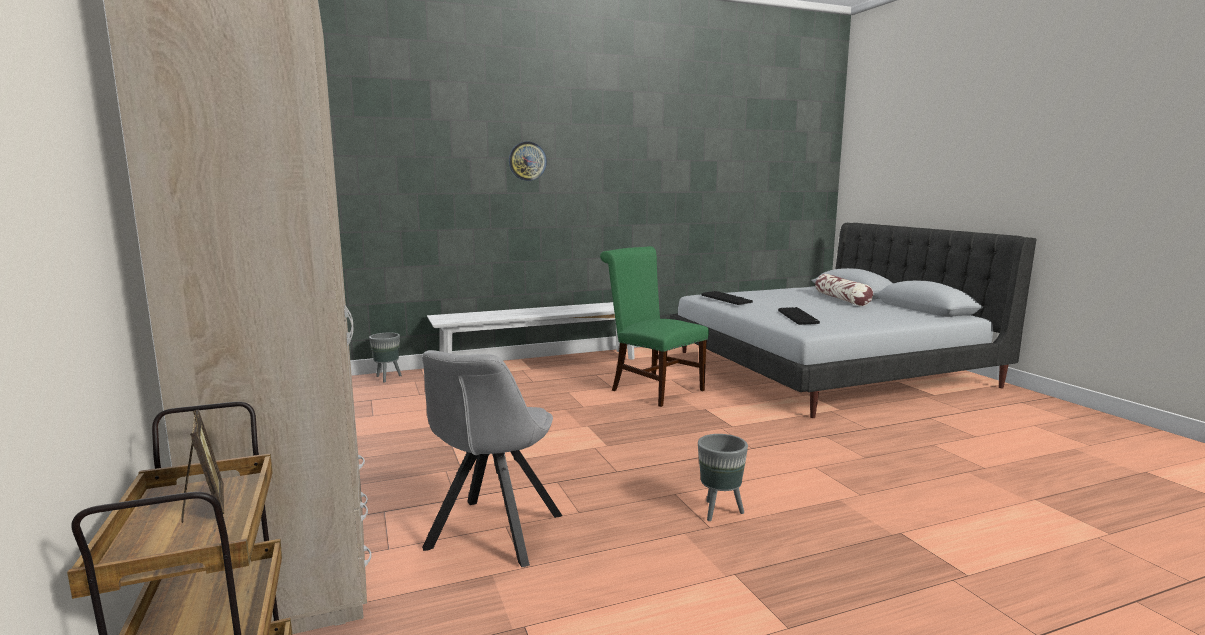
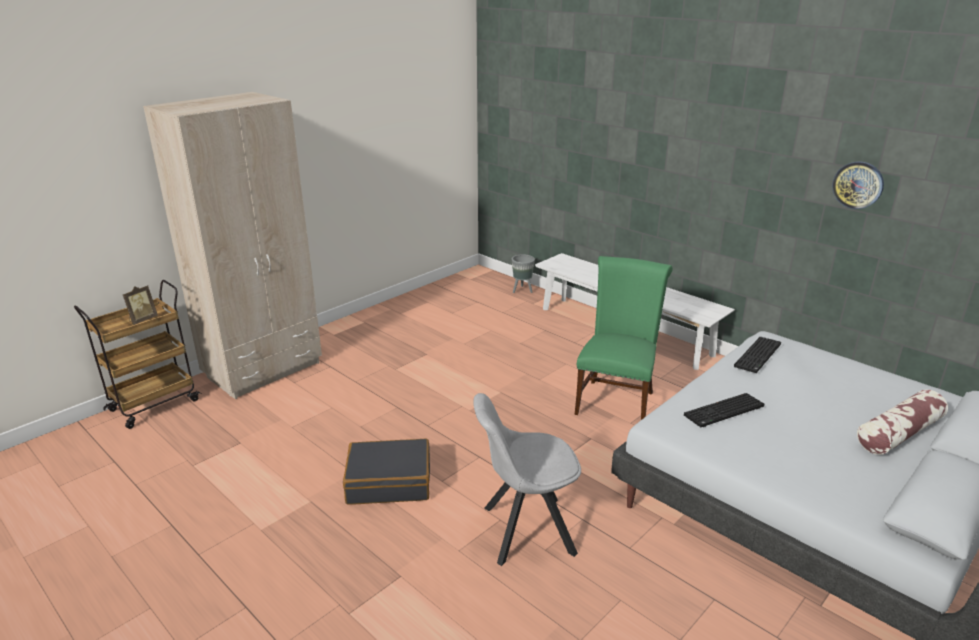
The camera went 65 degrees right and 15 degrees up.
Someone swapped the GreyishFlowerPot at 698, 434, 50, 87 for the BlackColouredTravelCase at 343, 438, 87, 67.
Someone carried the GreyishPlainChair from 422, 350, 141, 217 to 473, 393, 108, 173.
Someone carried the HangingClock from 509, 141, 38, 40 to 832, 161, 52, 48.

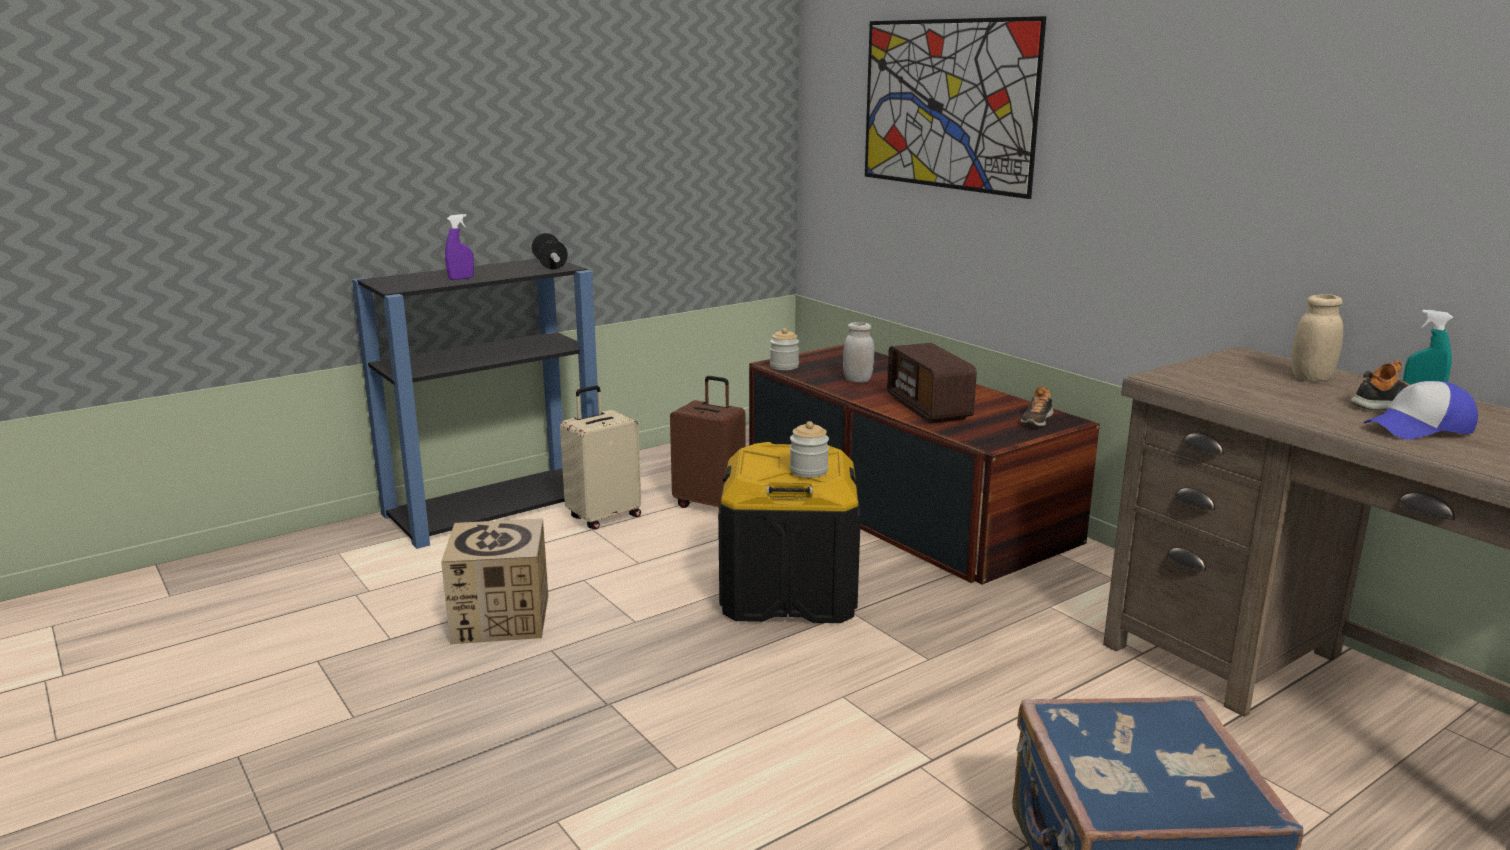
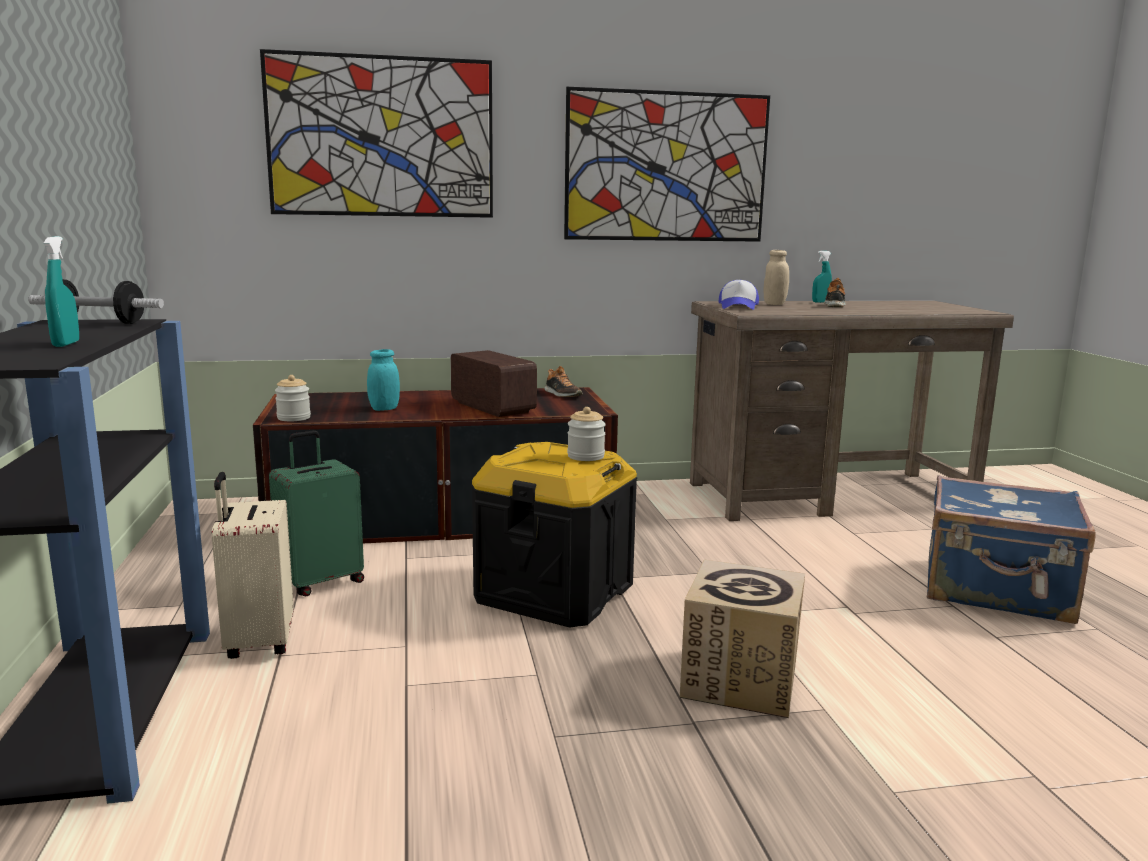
The camera went 65 degrees left and 5 degrees down.
Someone repainted the PurpleHandSprayer at 445, 214, 29, 66, which became the TurquoiseHandSprayer at 44, 236, 35, 111.
Someone repainted the BrownColouredTravelCase at 670, 376, 76, 132, which became the GreenishTravelCase at 269, 430, 95, 167.
Someone repainted the WhiteColouredStorageJar at 843, 322, 31, 61, which became the TurquoiseStorageJar at 367, 349, 33, 62.
Someone rotated the RadioSet at 887, 343, 90, 80 by 135 degrees counterclockwise.
Someone put up the Picture at 564, 87, 206, 155.
Someone carried the CardboardBox from 441, 519, 107, 125 to 680, 560, 125, 158.
Someone carried the PeakedCap from 1363, 381, 115, 58 to 719, 280, 40, 30.

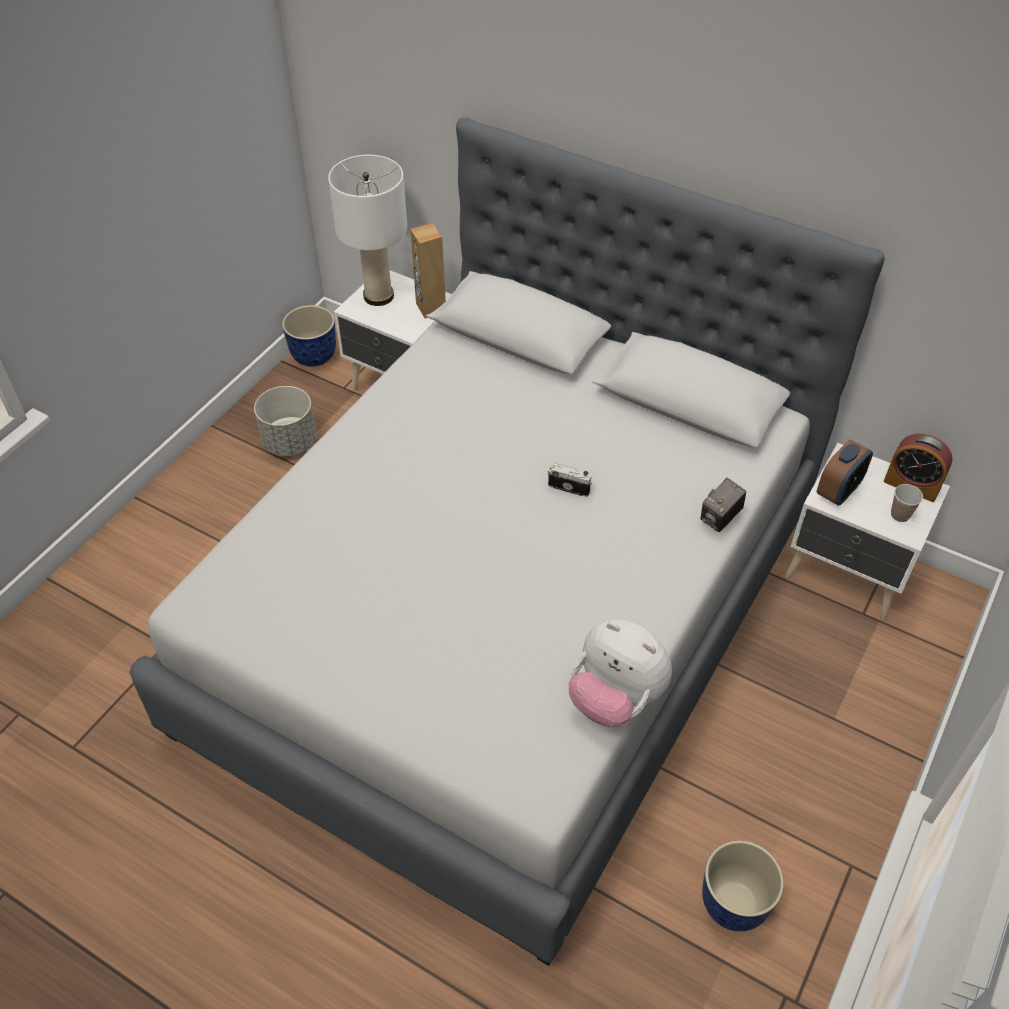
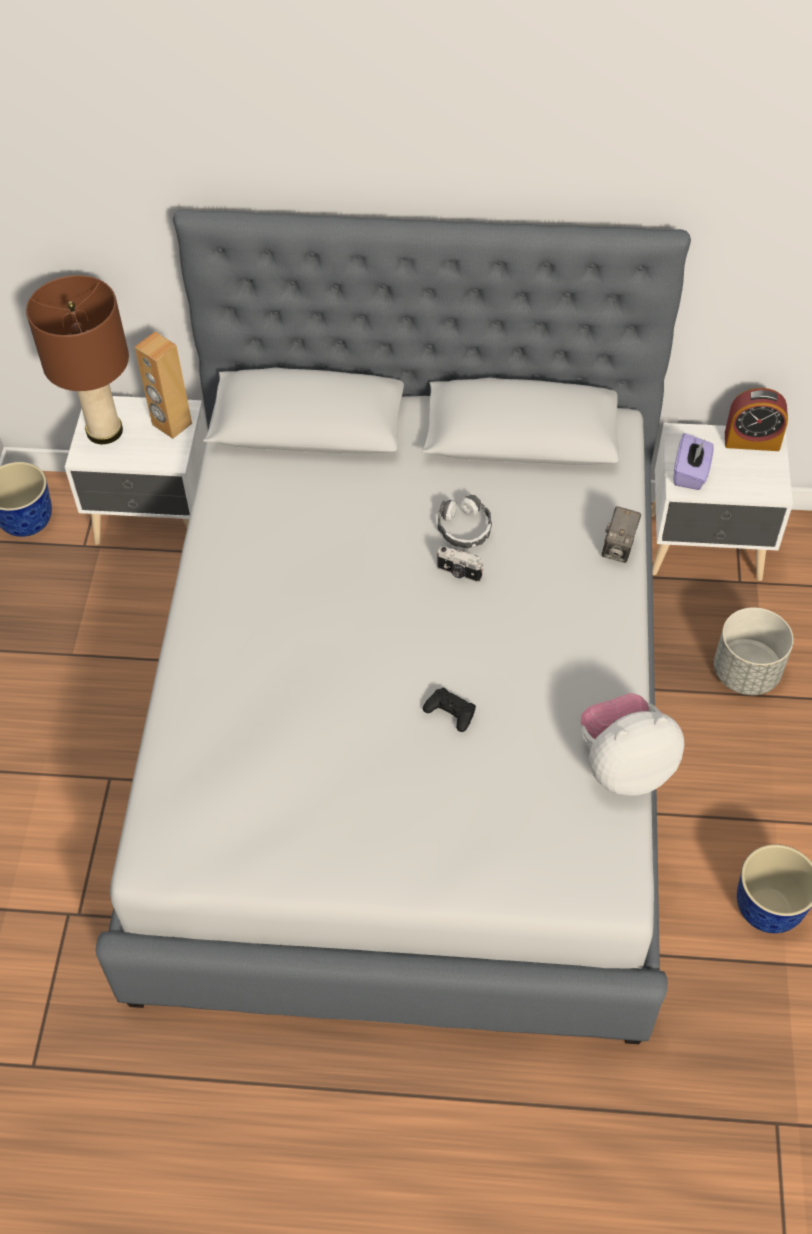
The camera went 25 degrees left and 5 degrees up.
Someone repainted the WhiteColouredTableLamp at 328, 155, 79, 151, which became the BrownColouredTableLamp at 26, 275, 103, 169.
Someone put down the BlackColouredJoypad at 423, 688, 53, 44.
Someone rotated the PhotoCamera at 548, 463, 44, 34 by 150 degrees counterclockwise.
Someone put down the PairOfHeadphones at 438, 495, 54, 54.
Someone rotated the SoftToy at 569, 619, 103, 108 by 150 degrees clockwise.
Someone swapped the AlarmClock at 817, 439, 56, 67 for the PurpleTissueHolder at 673, 433, 41, 57.
Someone carried the GreyishFlowerPot from 254, 386, 63, 70 to 714, 607, 80, 88.
Someone took away the SmallCup at 891, 484, 32, 38.

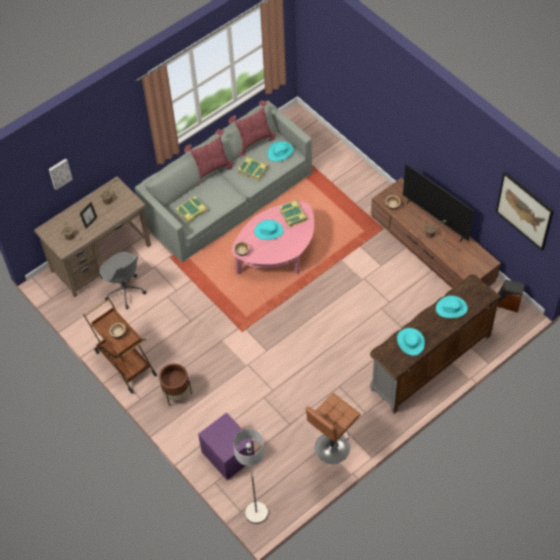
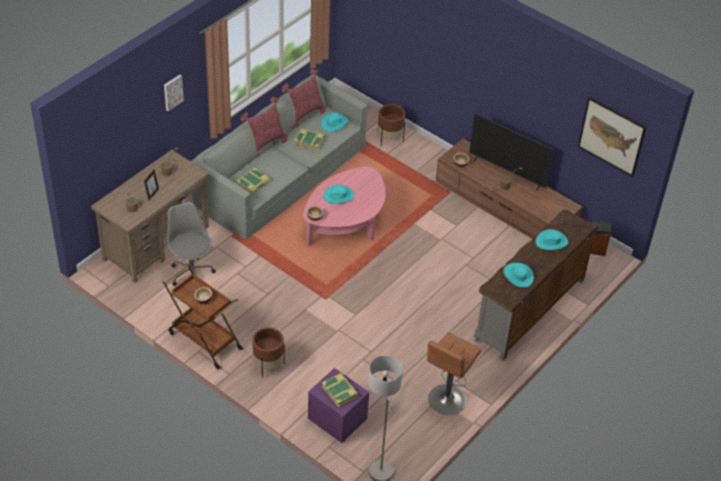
The camera went 15 degrees left and 10 degrees down.
Someone carried the Picture from 49, 158, 24, 32 to 164, 74, 20, 37.
Someone rotated the GreyishOfficeChair at 100, 252, 46, 57 by 150 degrees counterclockwise.
Someone carried the Volume from 279, 200, 29, 27 to 322, 373, 37, 34.
Someone put down the BrownColouredFlowerPot at 377, 104, 28, 42.

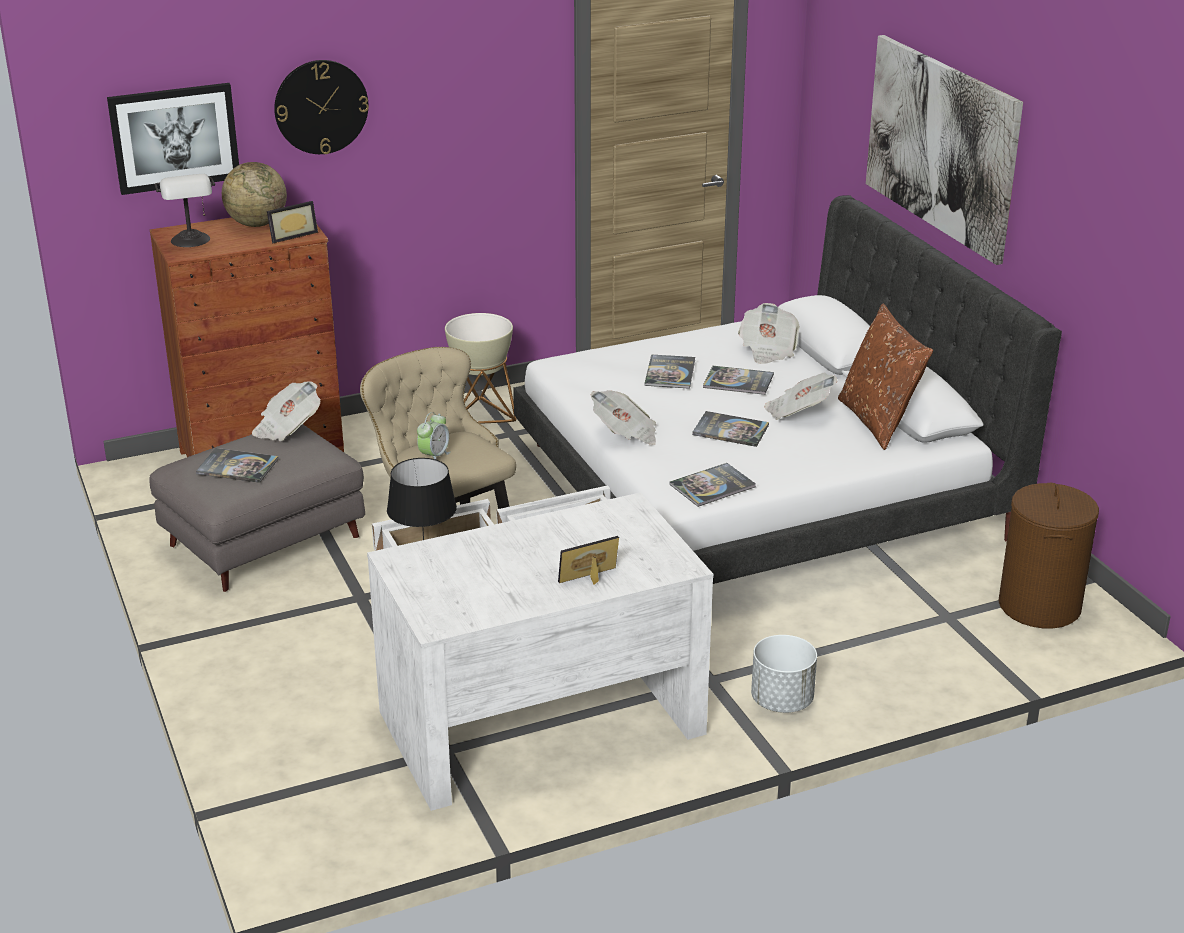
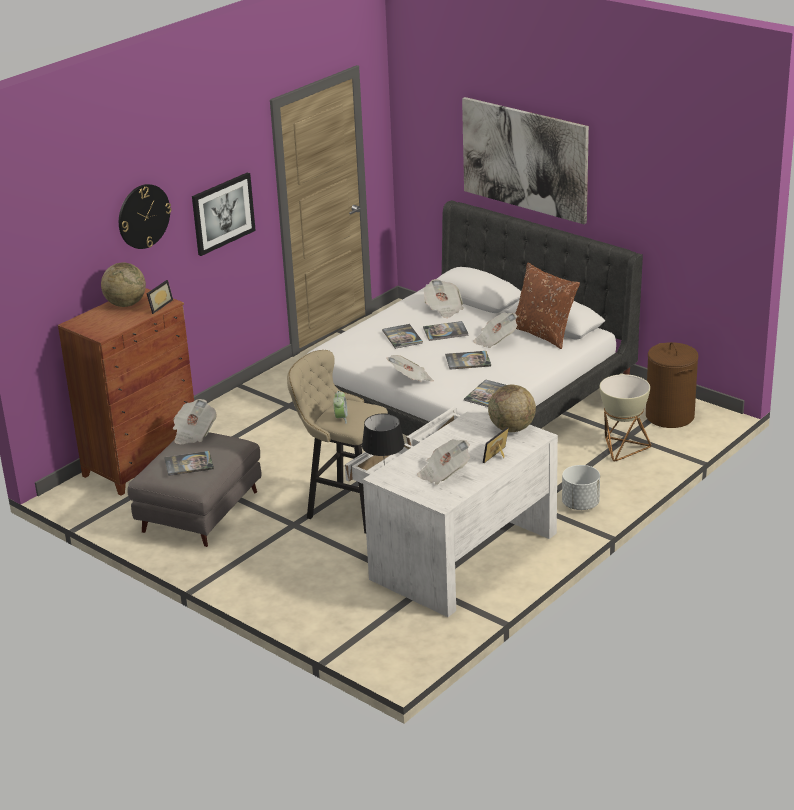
The camera went 25 degrees left and 0 degrees up.
Someone carried the Picture from 107, 83, 132, 112 to 192, 172, 64, 84.
Someone put down the DailyPaper at 417, 439, 53, 46.
Someone put down the DeskGlobe at 488, 385, 48, 47.
Someone carried the FlowerPot from 445, 313, 72, 111 to 600, 374, 51, 88.
Someone took away the TableLamp at 155, 174, 60, 73.

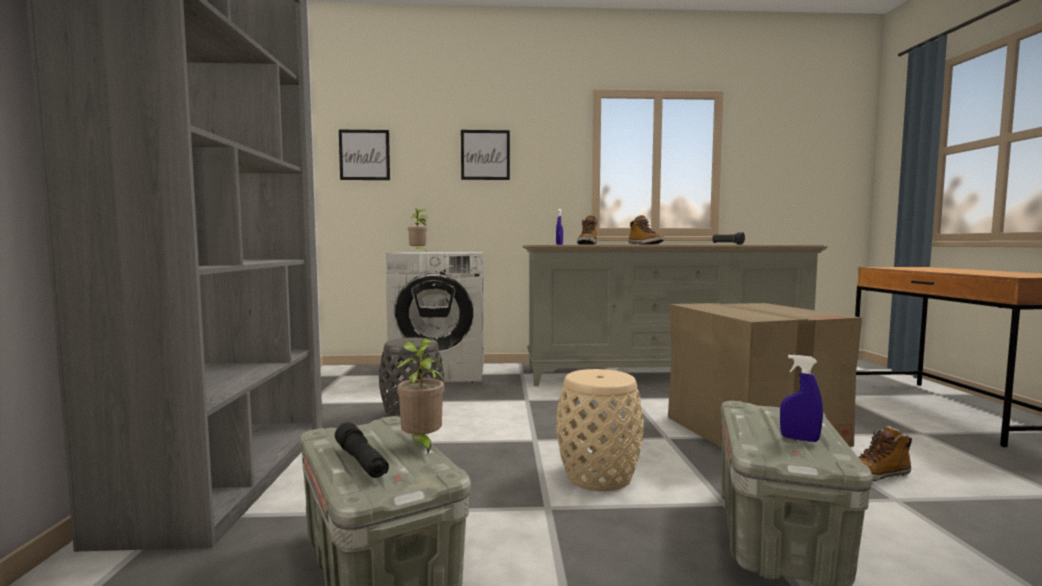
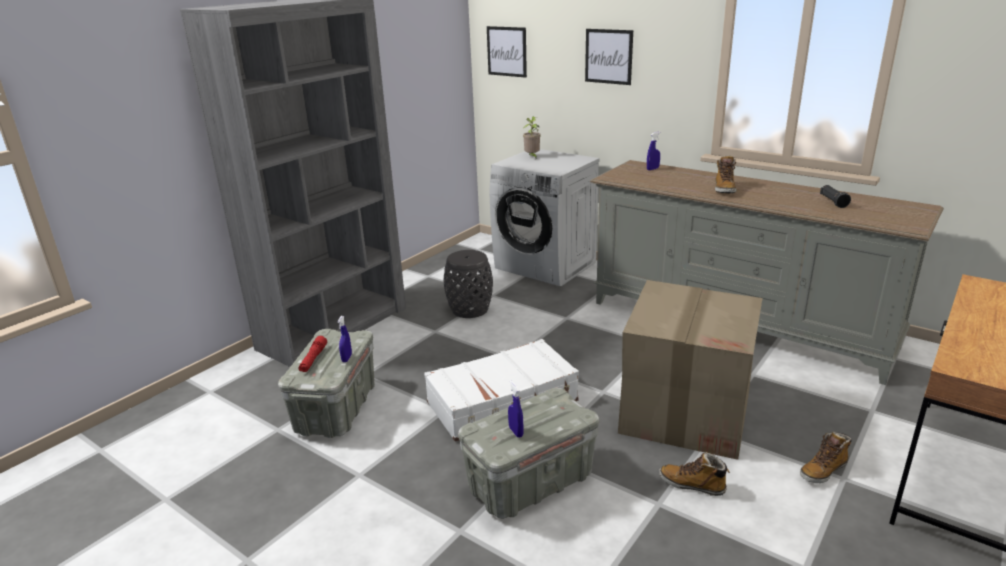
The camera went 40 degrees right and 20 degrees up.
Someone repainted the BlackColouredFlashlight at 335, 422, 54, 56, which became the RedColouredFlashlight at 298, 336, 29, 36.
Someone swapped the PottedPlant at 395, 339, 50, 115 for the BlueHandSprayer at 337, 316, 15, 46.
Someone swapped the BeigeColouredStool at 556, 369, 88, 122 for the WhiteColouredTravelCase at 424, 339, 155, 103.
Someone carried the Boot from 577, 215, 20, 30 to 800, 432, 51, 51.

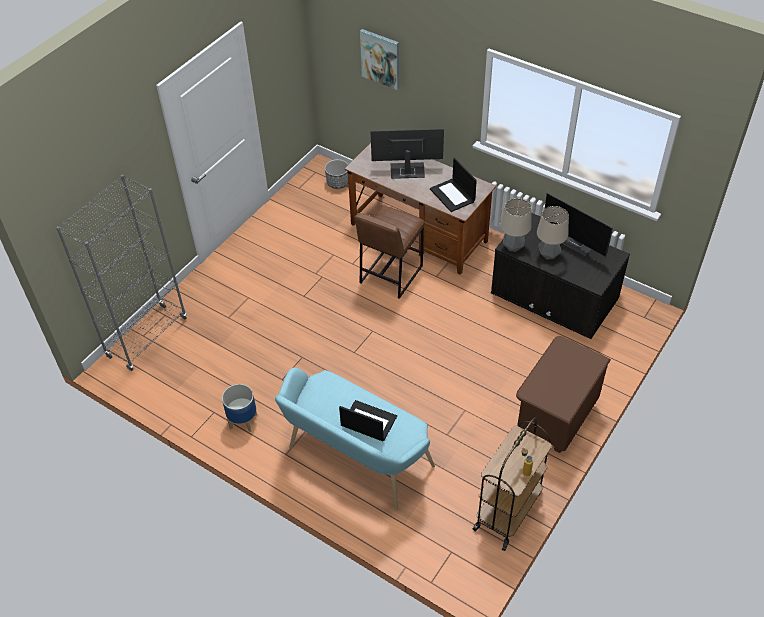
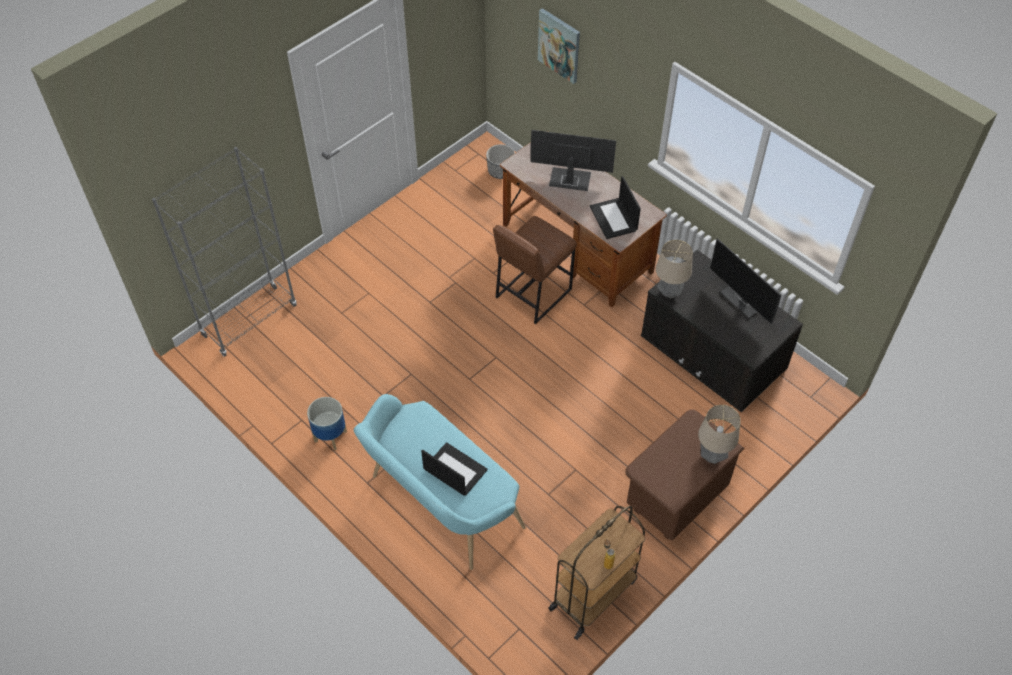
The camera went 10 degrees right and 5 degrees up.
Someone carried the TableLamp from 537, 206, 32, 54 to 698, 405, 43, 59.

